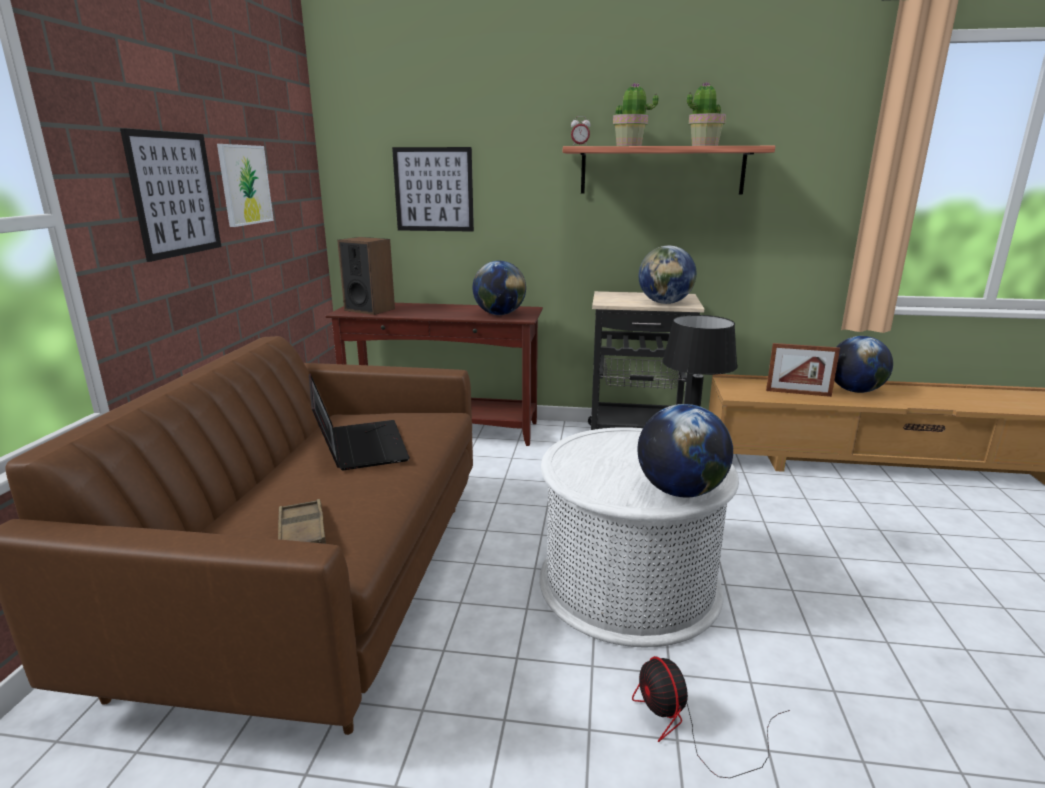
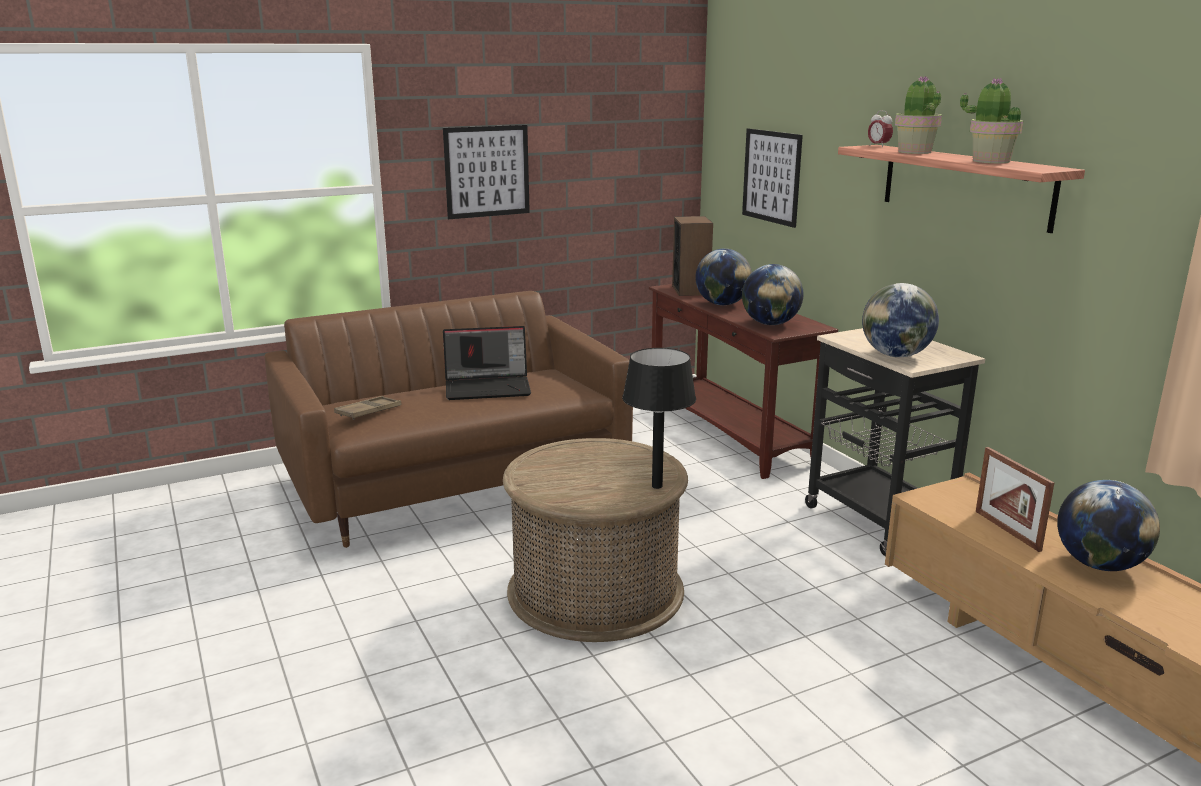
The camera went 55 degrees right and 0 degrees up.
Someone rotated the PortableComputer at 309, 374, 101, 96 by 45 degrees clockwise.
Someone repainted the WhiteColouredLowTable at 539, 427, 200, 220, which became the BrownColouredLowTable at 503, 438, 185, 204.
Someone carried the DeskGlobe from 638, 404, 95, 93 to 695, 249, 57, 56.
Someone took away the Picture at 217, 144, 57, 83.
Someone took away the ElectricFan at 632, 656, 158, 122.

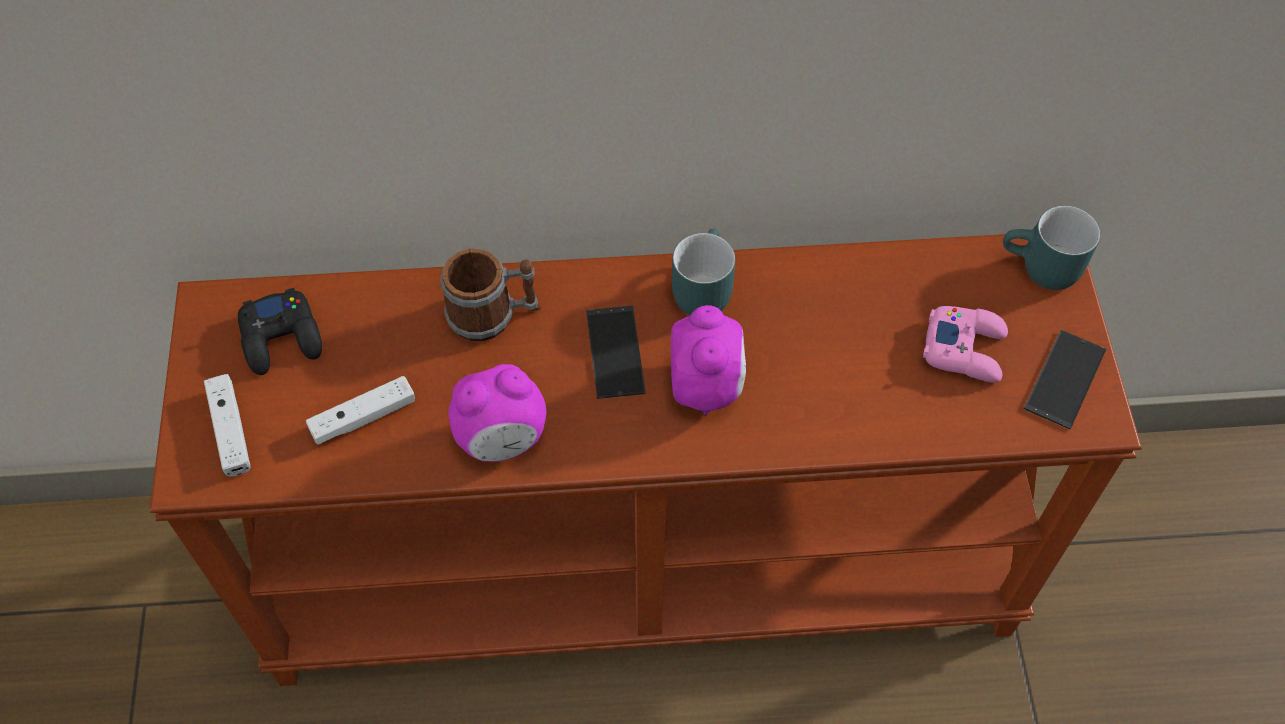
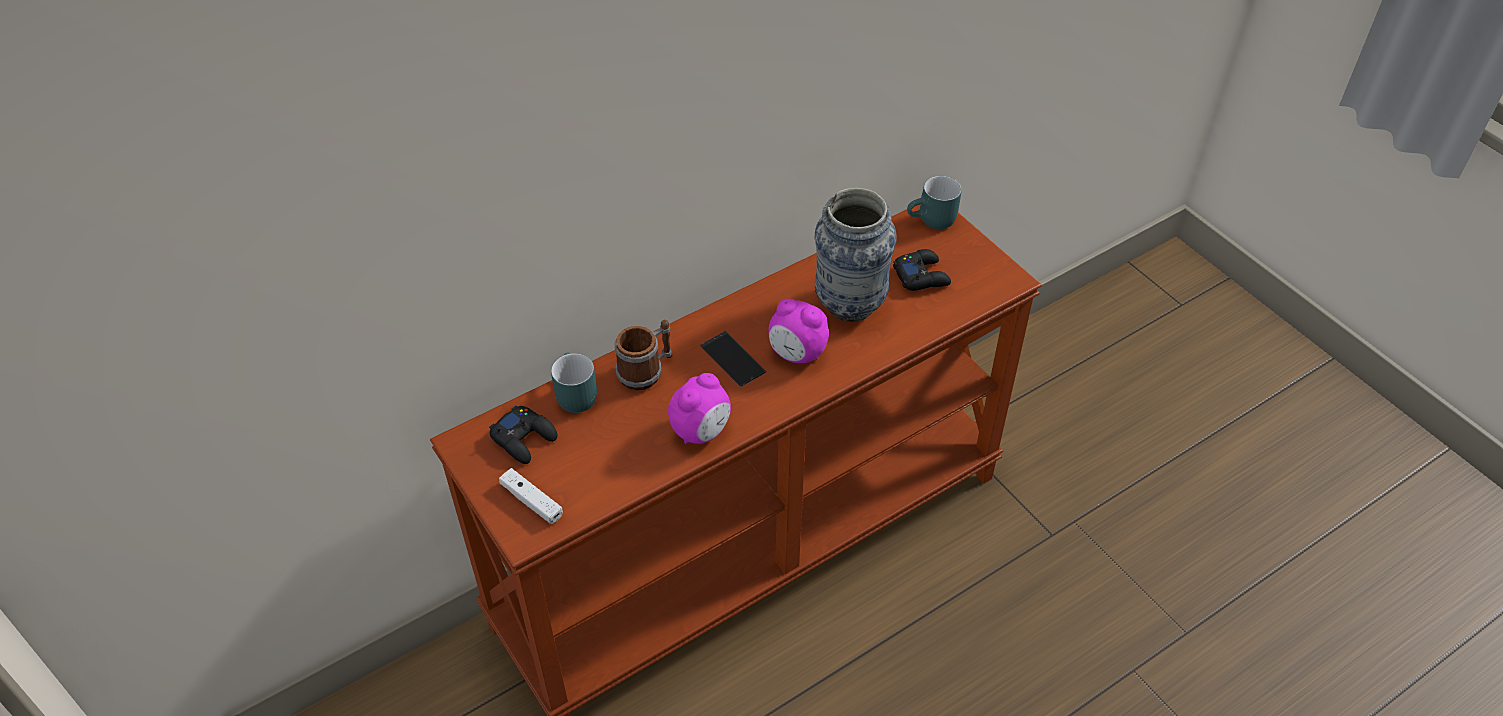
The camera went 30 degrees left and 10 degrees down.
Someone carried the TurquoiseMug from 672, 229, 63, 87 to 551, 353, 46, 60.
Someone rotated the AlarmClock at 671, 305, 75, 111 by 150 degrees clockwise.
Someone put down the Vase at 815, 188, 82, 134.
Someone repainted the PinkJoypad at 923, 306, 85, 77, which became the BlackColouredJoypad at 893, 249, 58, 42.
Someone took away the WhiteColouredJoypad at 306, 376, 109, 69.
Someone took away the Phone at 1024, 330, 82, 100.

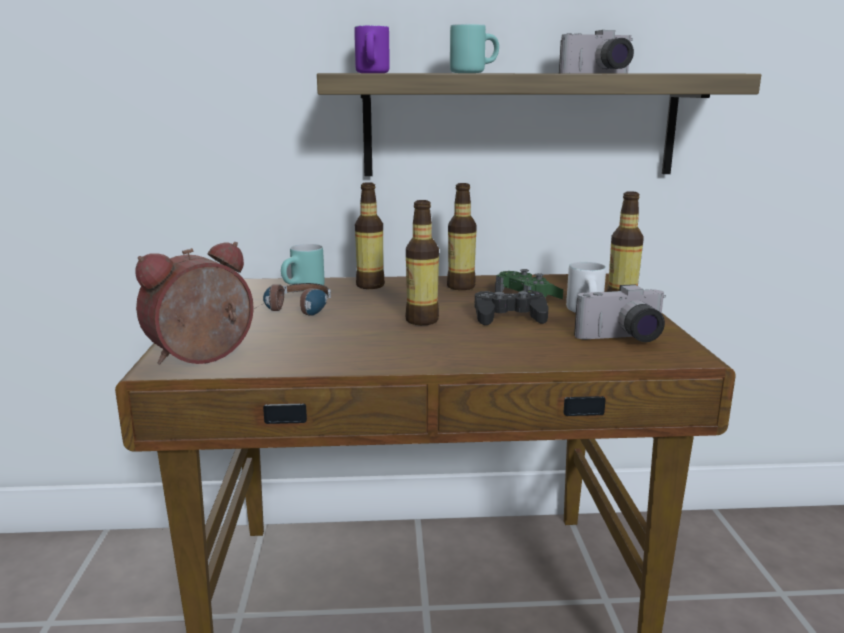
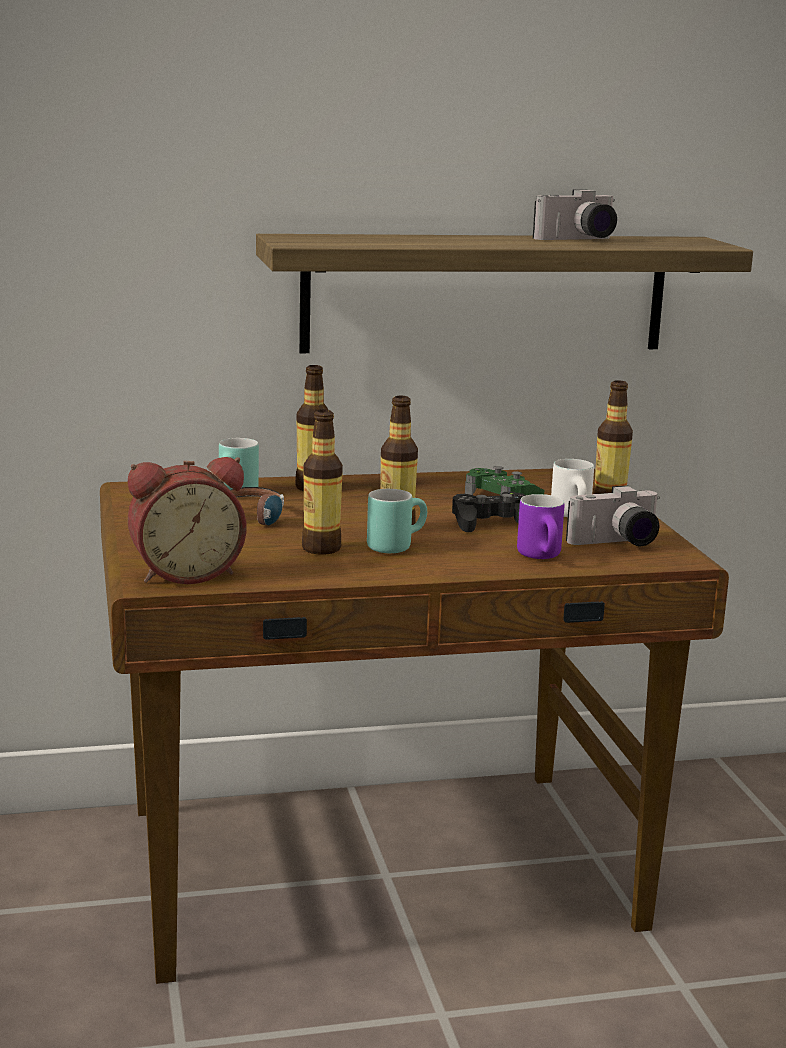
The camera went 10 degrees left and 0 degrees up.
Someone rotated the AlarmClock at 135, 242, 119, 122 by 150 degrees counterclockwise.
Someone carried the DrinkBottle from 447, 183, 30, 107 to 302, 410, 41, 145.
Someone carried the TurquoiseMug from 450, 24, 49, 49 to 367, 489, 60, 64.
Someone carried the PurpleMug from 354, 25, 36, 48 to 517, 494, 47, 65.

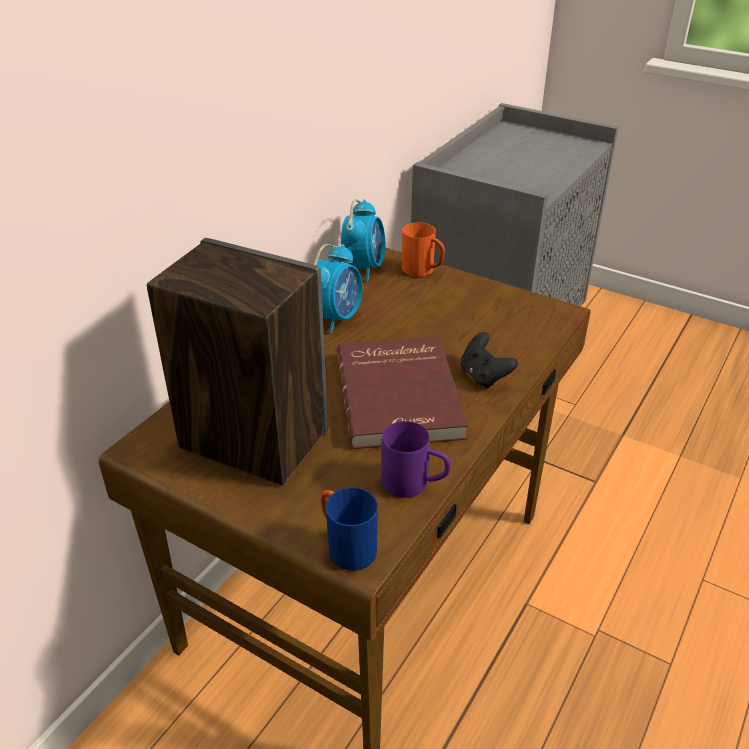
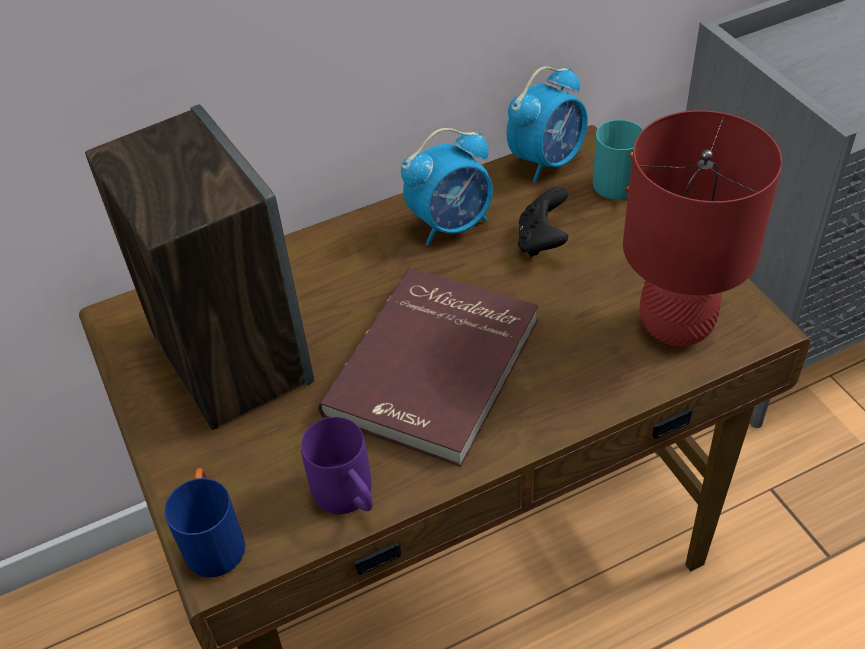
The camera went 35 degrees right and 10 degrees up.
Someone carried the BlackColouredJoypad from 460, 332, 58, 57 to 518, 187, 50, 70.
Someone repainted the OrangeMug at 402, 222, 43, 55, which became the TurquoiseMug at 593, 120, 50, 79.
Someone put down the RedColouredTableLamp at 623, 110, 159, 236.

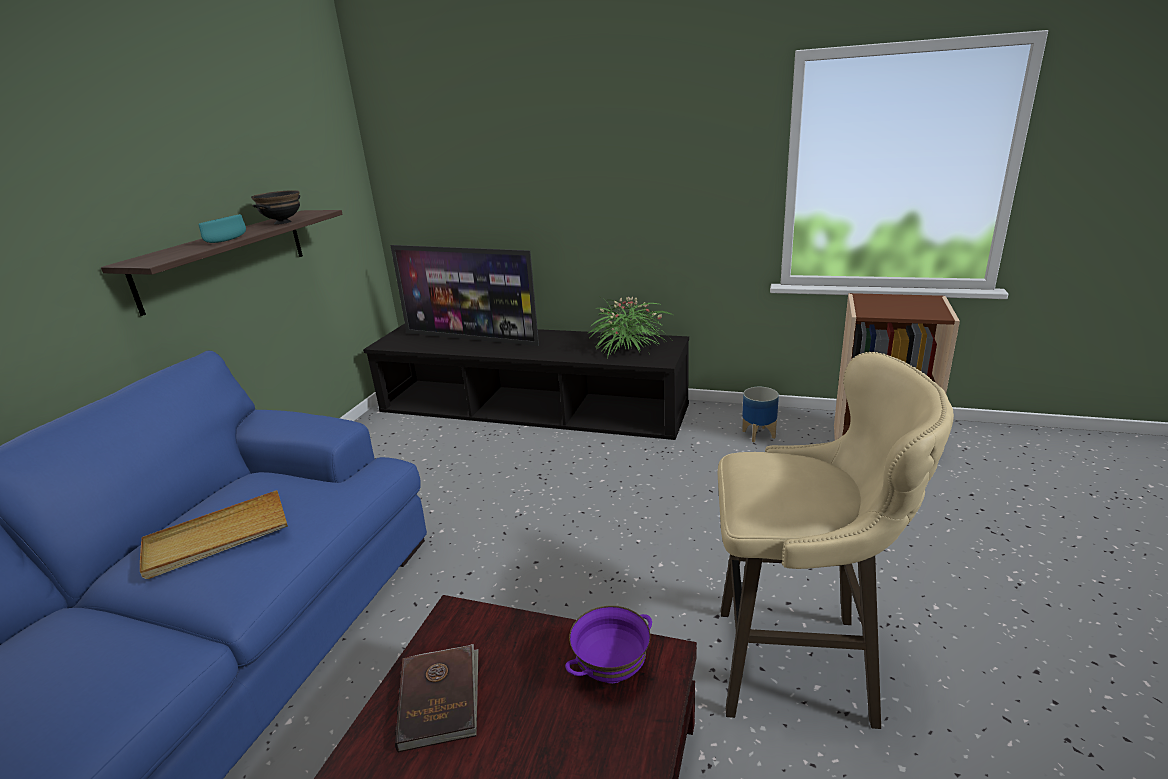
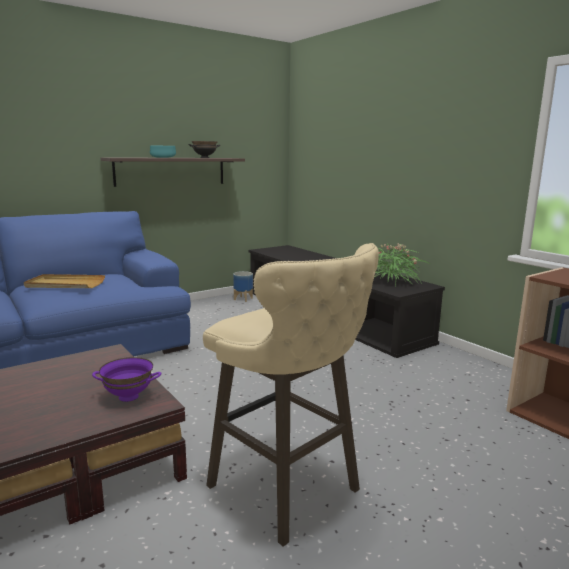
The camera went 35 degrees right and 10 degrees down.
Someone carried the FlowerPot from 742, 387, 37, 55 to 233, 271, 20, 31.
Someone took away the Tv at 390, 245, 149, 101.
Someone took away the BrownColouredVolume at 395, 644, 84, 109.

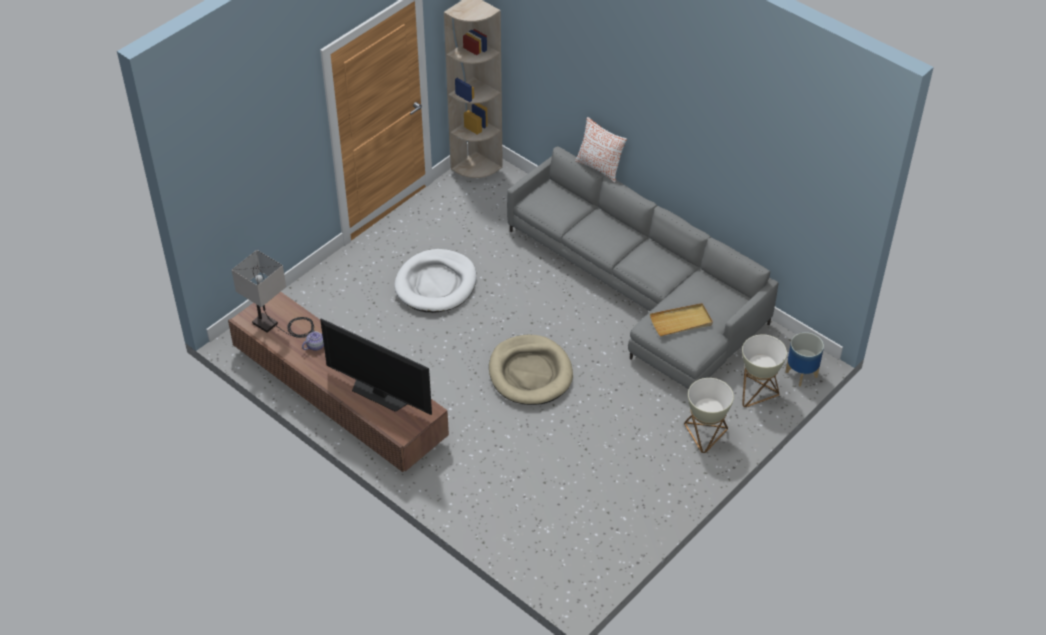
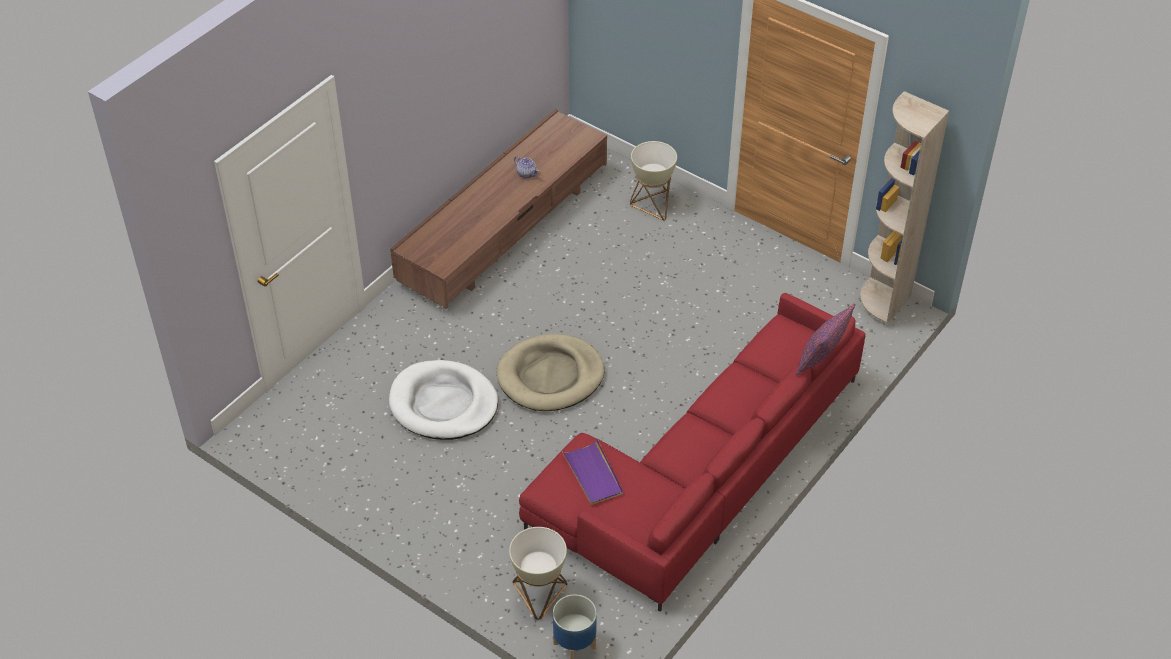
The camera went 85 degrees right and 0 degrees up.
Someone carried the WhiteColouredDogCushion from 394, 249, 82, 63 to 389, 360, 109, 80.
Someone repainted the GreyishSettee at 507, 146, 272, 243, which became the RedColouredSettee at 519, 293, 346, 319.
Someone repainted the BeigeColouredTray at 650, 303, 63, 33, which became the PurpleTray at 562, 439, 61, 66.
Someone carried the FlowerPot from 684, 378, 50, 75 to 630, 141, 47, 79.
Someone repainted the WhiteColouredThrowPillow at 575, 117, 52, 66, which became the PurpleThrowPillow at 796, 303, 59, 72.
Someone took away the TableLamp at 232, 250, 82, 88.
Someone took away the Tv at 320, 318, 112, 97.

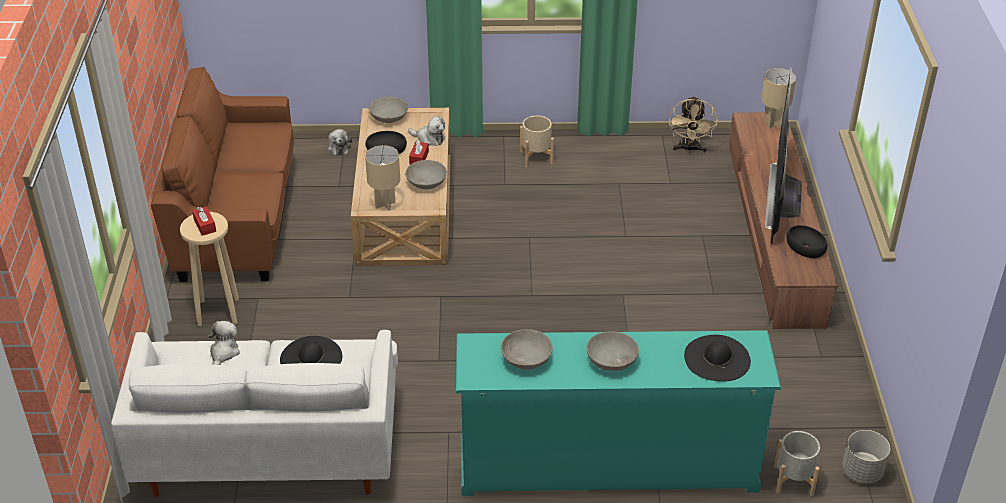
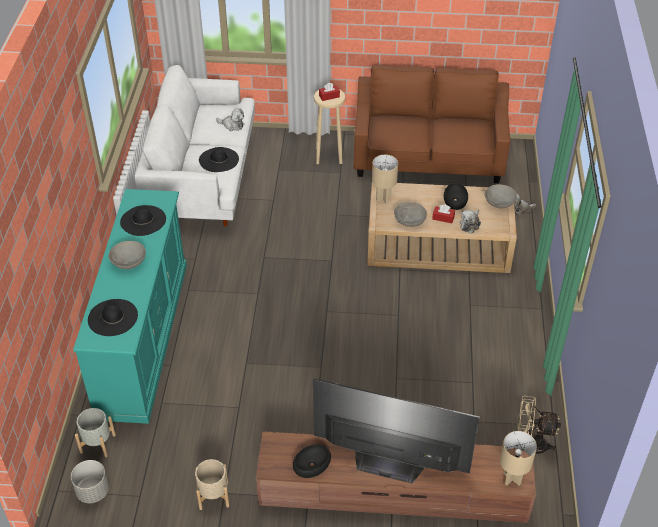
The camera went 95 degrees right and 5 degrees up.
Someone swapped the GreyishBowl at 501, 329, 52, 40 for the BlackColouredHat at 120, 205, 46, 31.
Someone carried the BeigeColouredFlowerPot from 520, 115, 34, 52 to 195, 459, 34, 51.

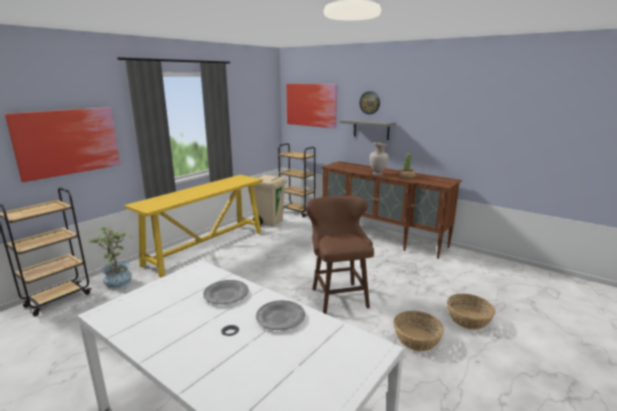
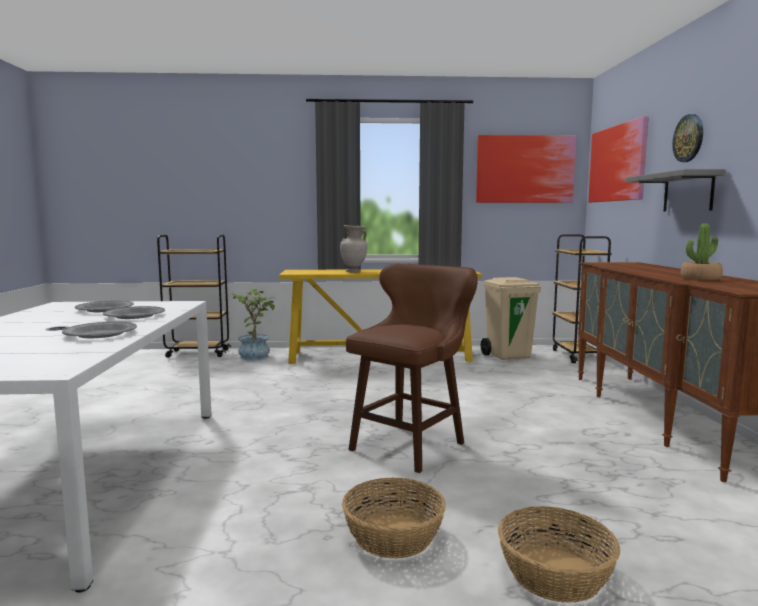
The camera went 50 degrees right and 10 degrees down.
Someone put down the GreyishFlatDish at 75, 301, 59, 11.
Someone carried the BeigeColouredVase from 370, 142, 19, 33 to 340, 225, 28, 47.
Someone carried the Picture from 5, 107, 115, 75 to 476, 135, 100, 68.

